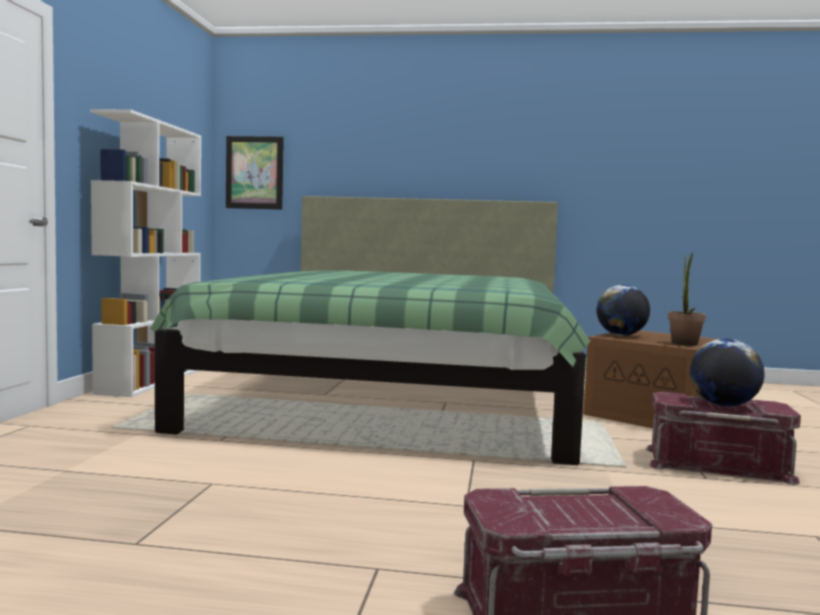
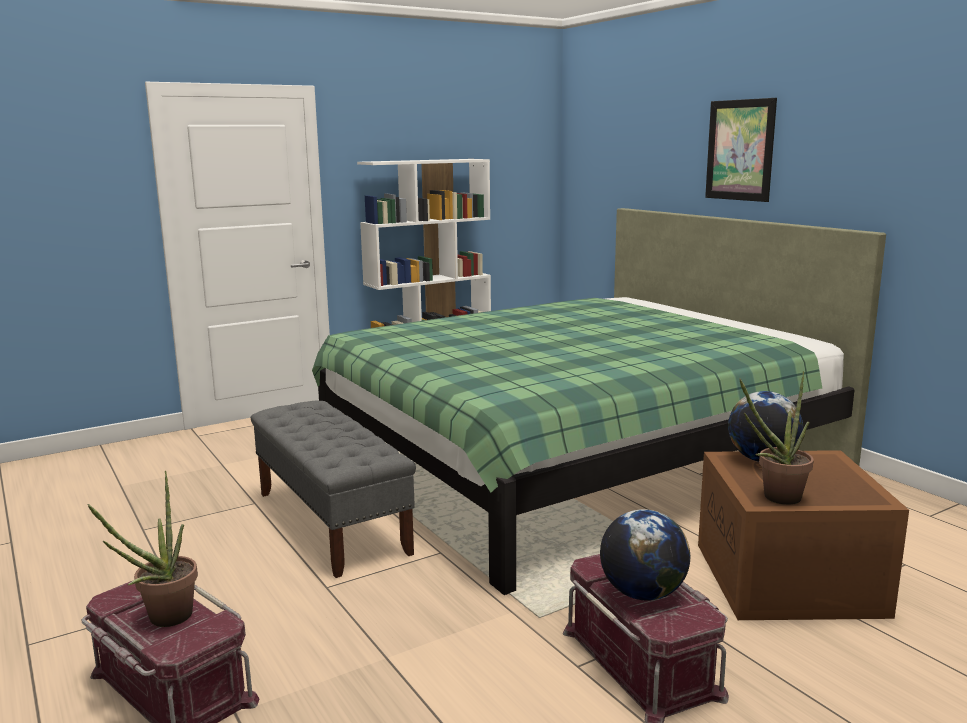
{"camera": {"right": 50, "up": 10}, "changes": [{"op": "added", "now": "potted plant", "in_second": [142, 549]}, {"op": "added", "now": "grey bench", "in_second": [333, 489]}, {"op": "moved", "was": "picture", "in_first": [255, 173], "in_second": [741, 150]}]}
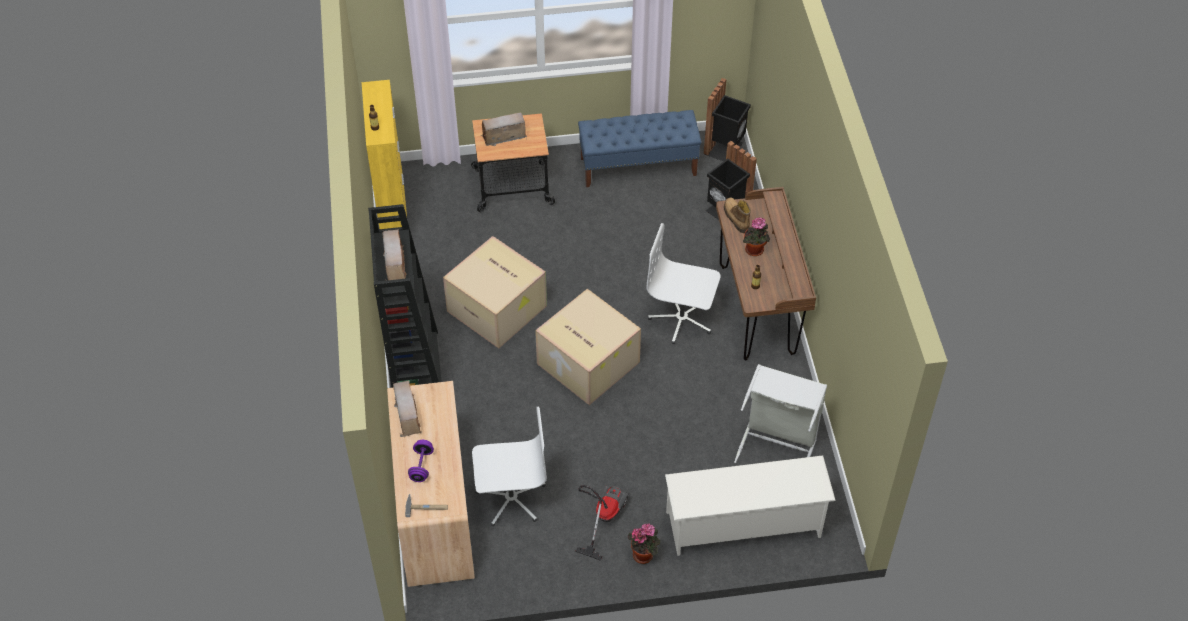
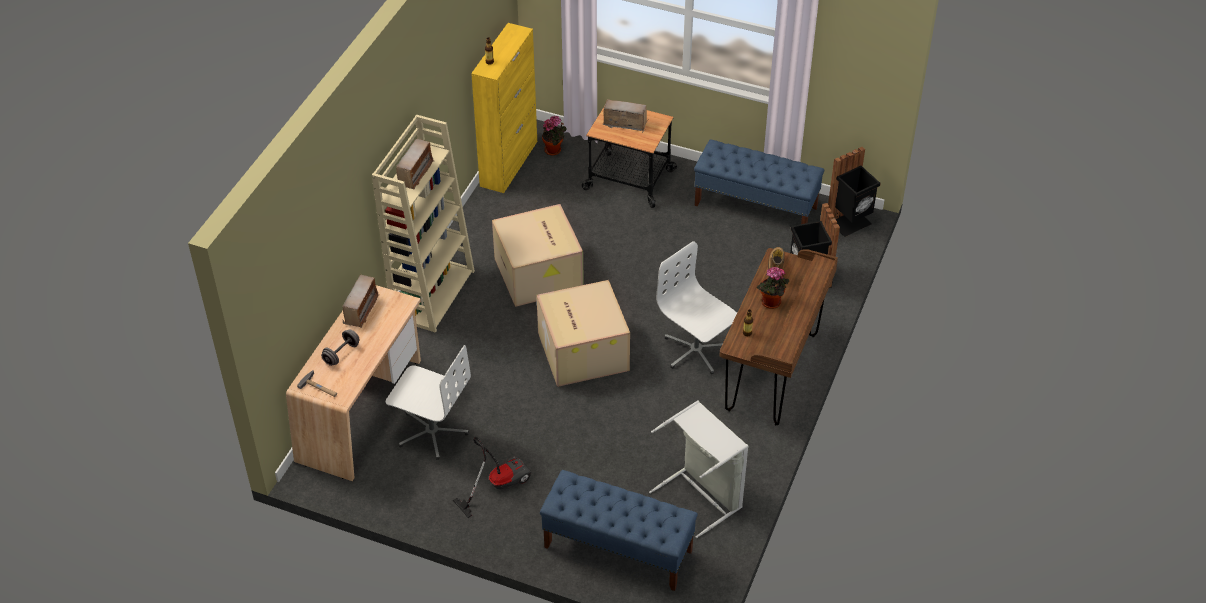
{"camera": {"right": 30, "up": -5}, "changes": [{"op": "moved", "was": "potted plant", "in_first": [644, 543], "in_second": [554, 136]}, {"op": "replaced", "was": "white shoe rack", "now": "blue bench", "in_first": [750, 505], "in_second": [619, 530]}, {"op": "recoloured", "was": "black bookcase", "now": "beige bookcase", "in_first": [405, 296], "in_second": [423, 223]}, {"op": "recoloured", "was": "purple dumbbell", "now": "grey dumbbell", "in_first": [421, 461], "in_second": [340, 347]}]}
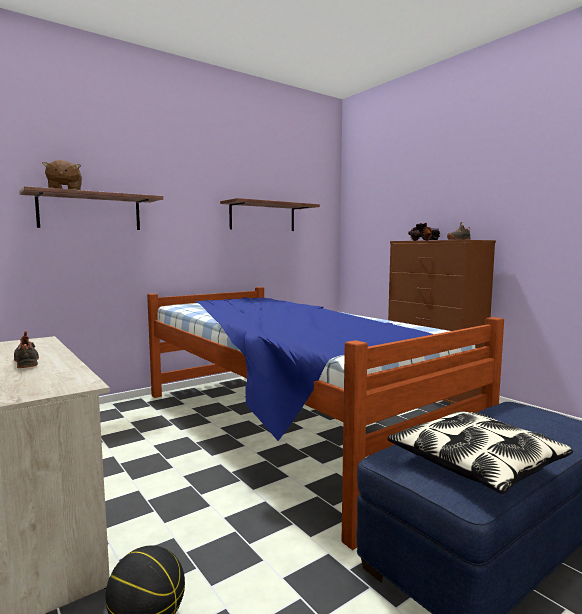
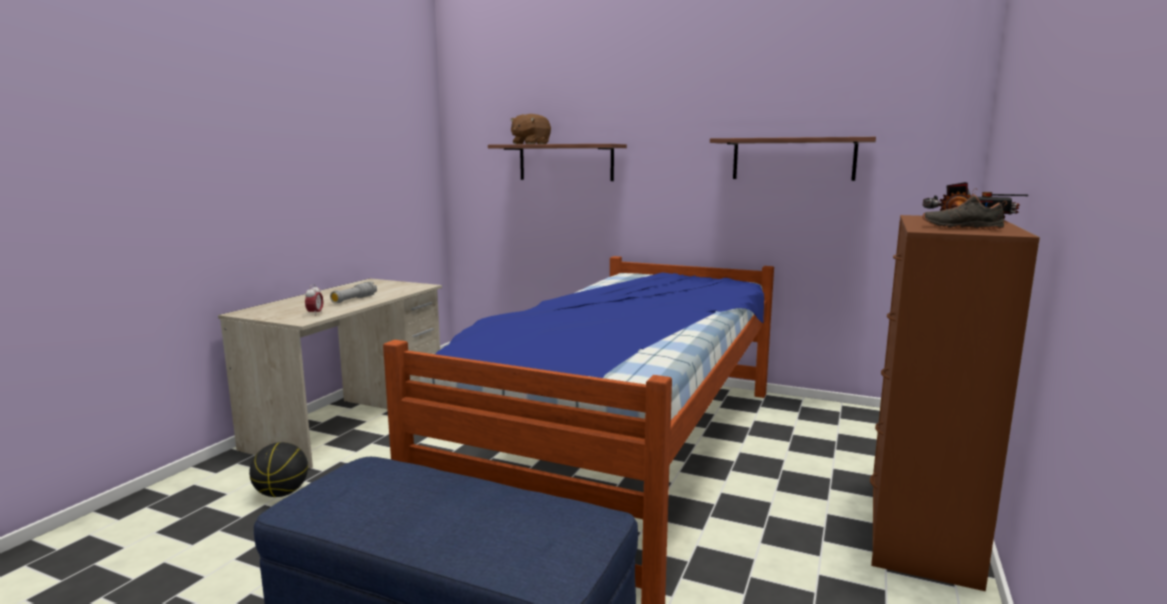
{"camera": {"right": 60, "up": 5}, "changes": [{"op": "removed", "was": "pillow", "in_first": [480, 452]}, {"op": "added", "now": "alarm clock", "in_second": [314, 300]}, {"op": "replaced", "was": "black shoe", "now": "grey flashlight", "in_first": [26, 349], "in_second": [353, 292]}]}
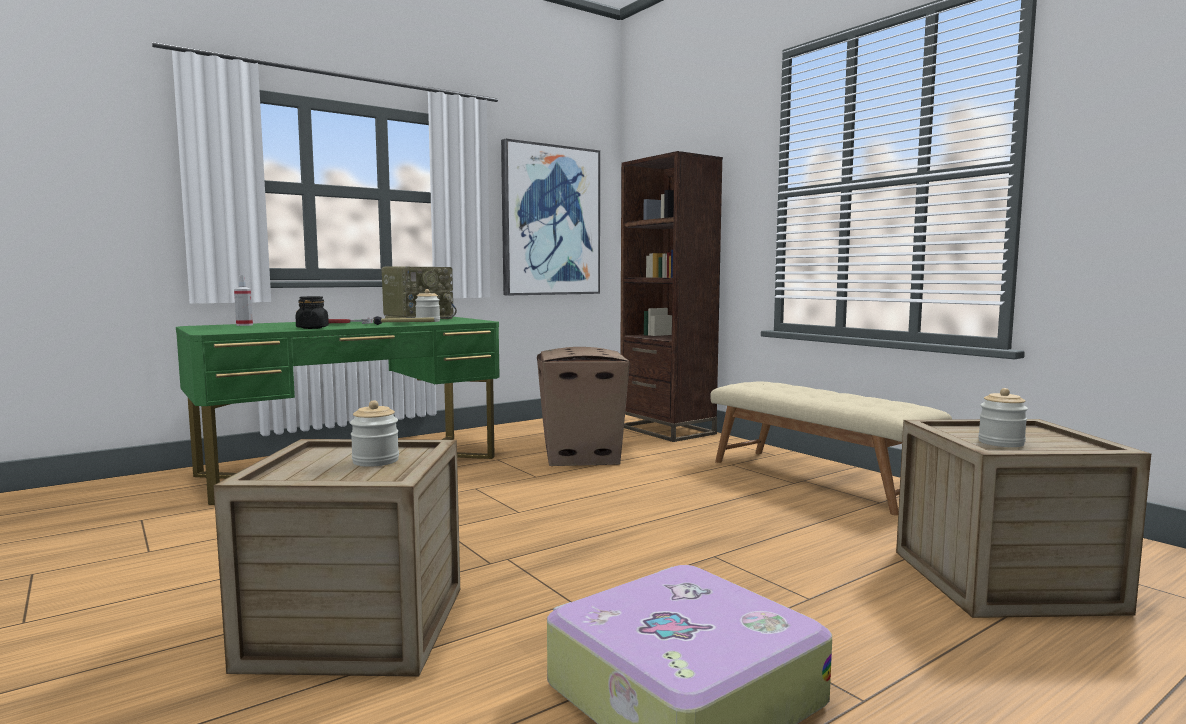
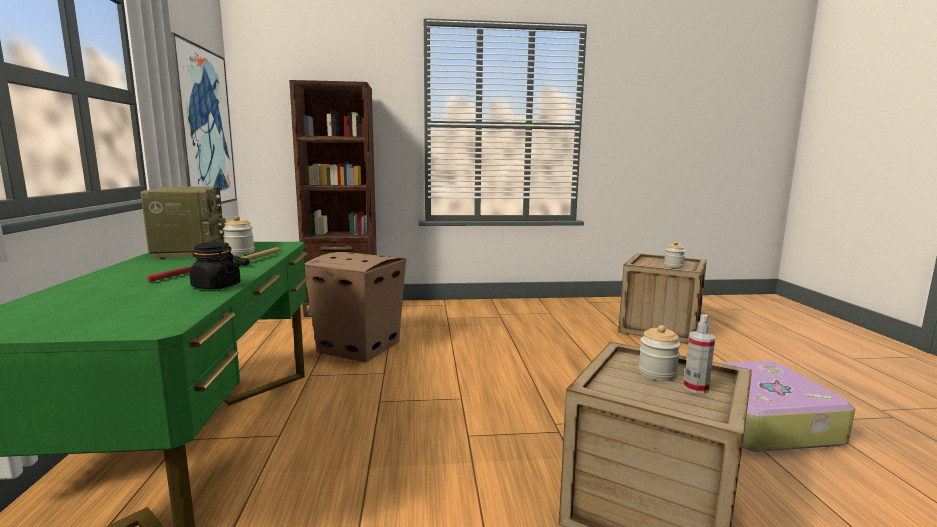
{"camera": {"right": -60, "up": 5}, "changes": [{"op": "removed", "was": "beige bench", "in_first": [831, 448]}, {"op": "moved", "was": "spray bottle", "in_first": [243, 300], "in_second": [699, 354]}]}
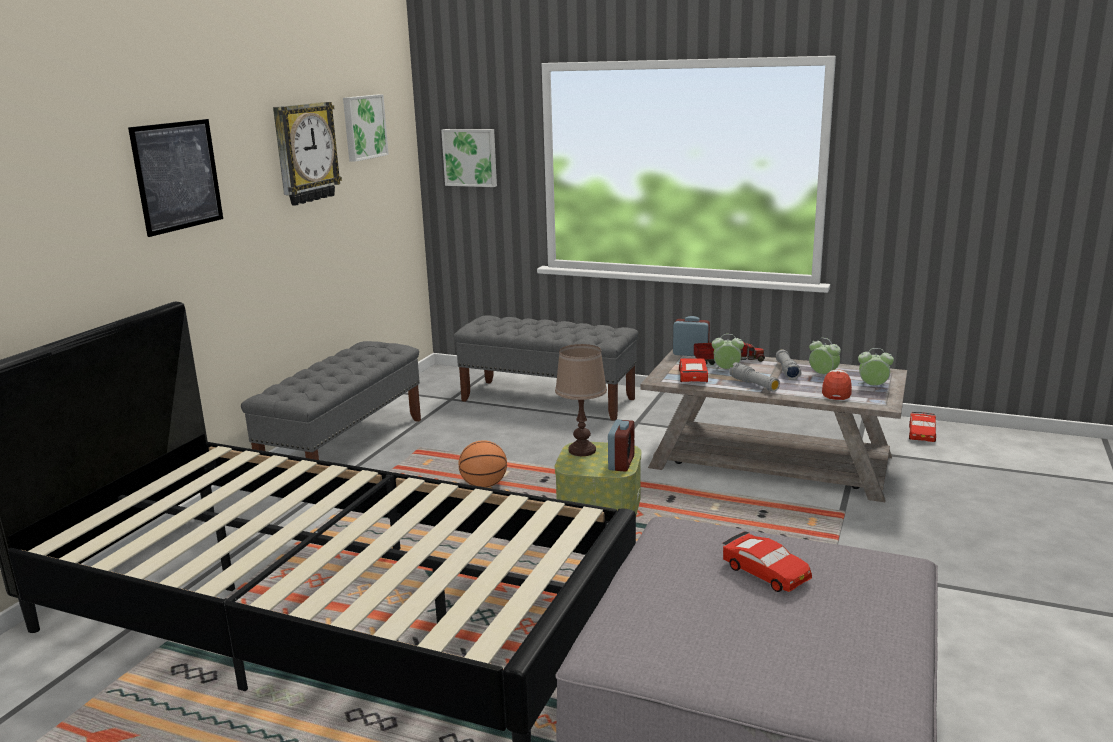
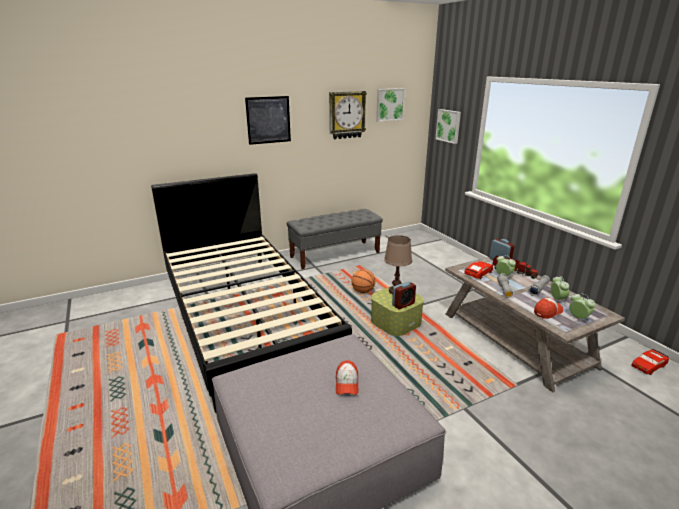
{"camera": {"right": 40, "up": 5}, "changes": [{"op": "removed", "was": "grey bench", "in_first": [546, 368]}, {"op": "replaced", "was": "red toy car", "now": "cap", "in_first": [767, 561], "in_second": [347, 377]}]}
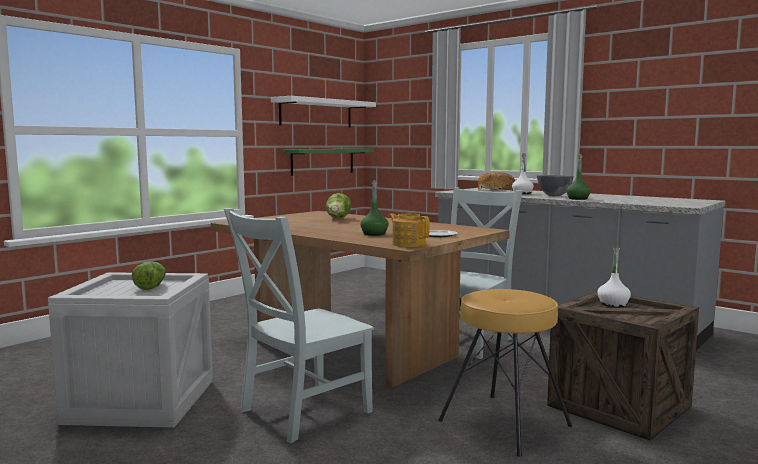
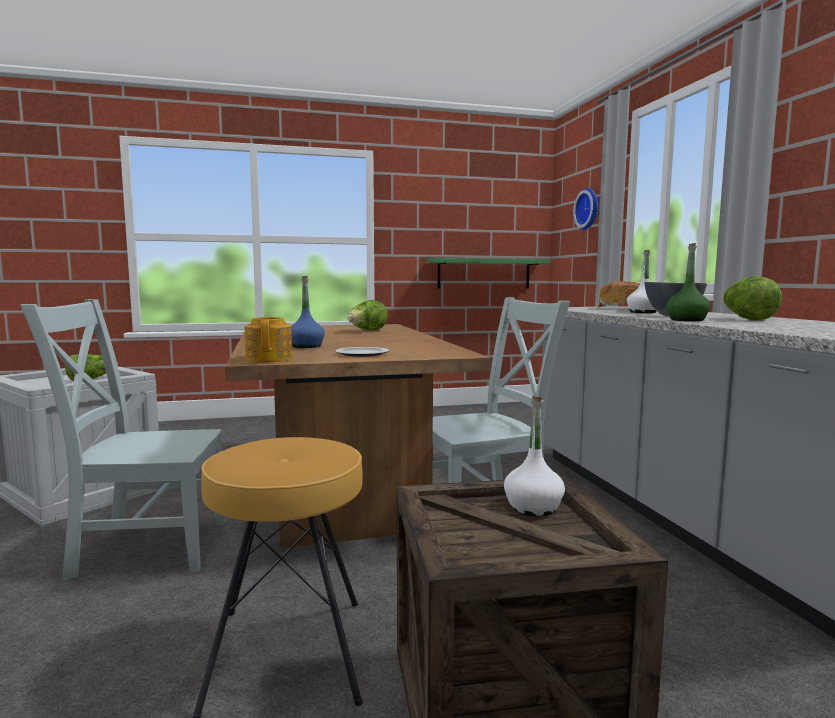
{"camera": {"right": 35, "up": 0}, "changes": [{"op": "removed", "was": "white shelf", "in_first": [323, 112]}, {"op": "added", "now": "wall clock", "in_second": [585, 209]}, {"op": "added", "now": "lettuce", "in_second": [752, 298]}, {"op": "recoloured", "was": "green bottle", "now": "blue bottle", "in_first": [374, 208], "in_second": [308, 312]}]}
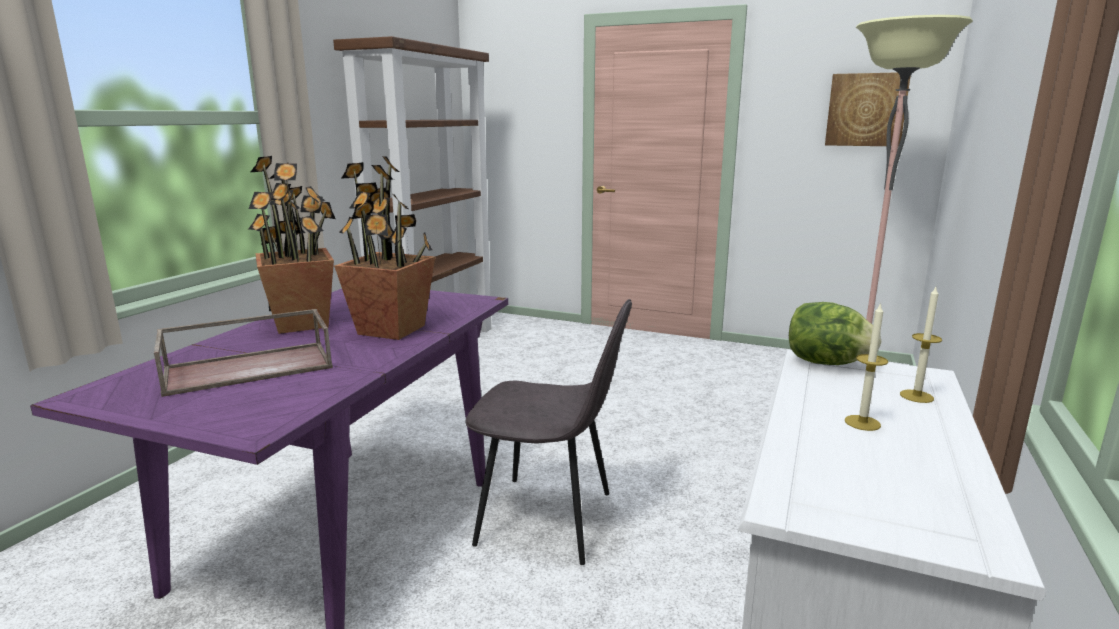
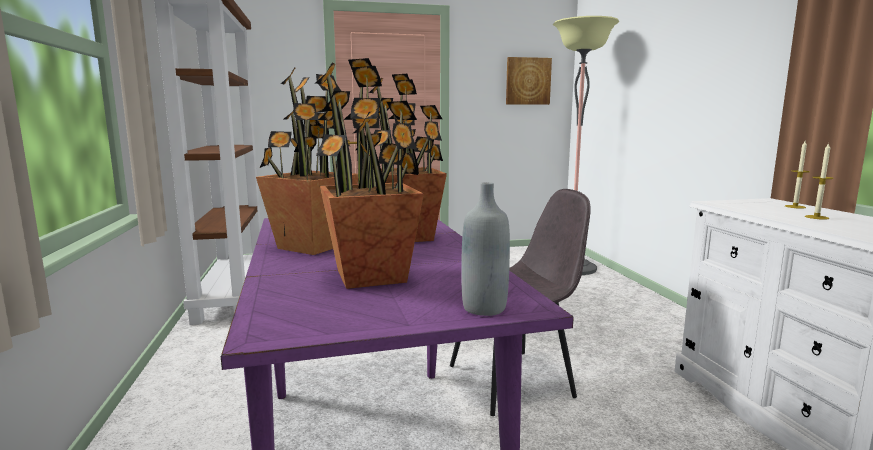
{"camera": {"right": -35, "up": -5}, "changes": [{"op": "removed", "was": "lettuce", "in_first": [835, 333]}, {"op": "added", "now": "grey bottle", "in_second": [485, 249]}, {"op": "replaced", "was": "brown tray", "now": "potted plant", "in_first": [243, 353], "in_second": [369, 173]}]}
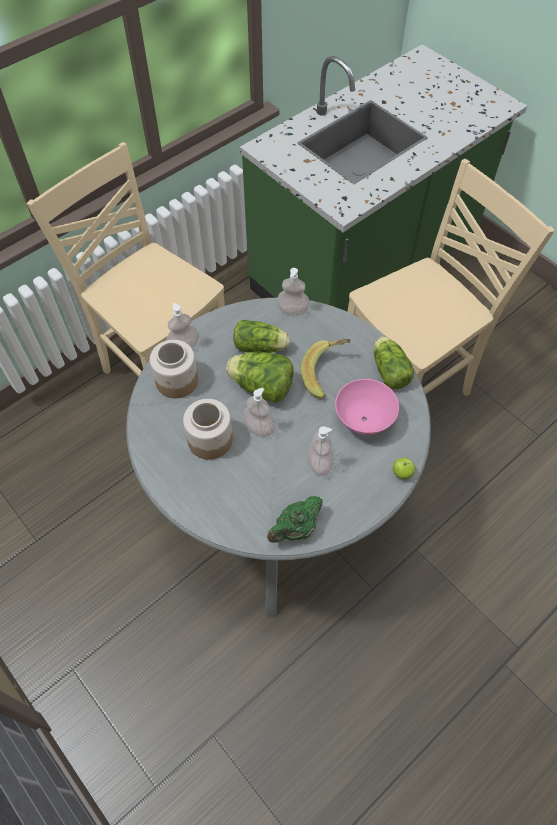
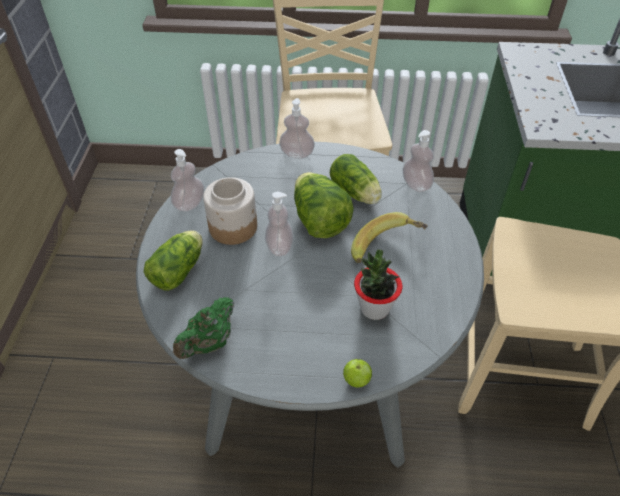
{"camera": {"right": 45, "up": -10}, "changes": [{"op": "removed", "was": "jar", "in_first": [174, 369]}, {"op": "moved", "was": "soap dispenser", "in_first": [320, 451], "in_second": [187, 180]}, {"op": "moved", "was": "lettuce", "in_first": [394, 363], "in_second": [173, 260]}, {"op": "replaced", "was": "pink bowl", "now": "potted plant", "in_first": [367, 407], "in_second": [378, 284]}, {"op": "turned", "was": "green teapot", "in_first": [295, 519], "in_second": [203, 328], "clockwise": -60}]}
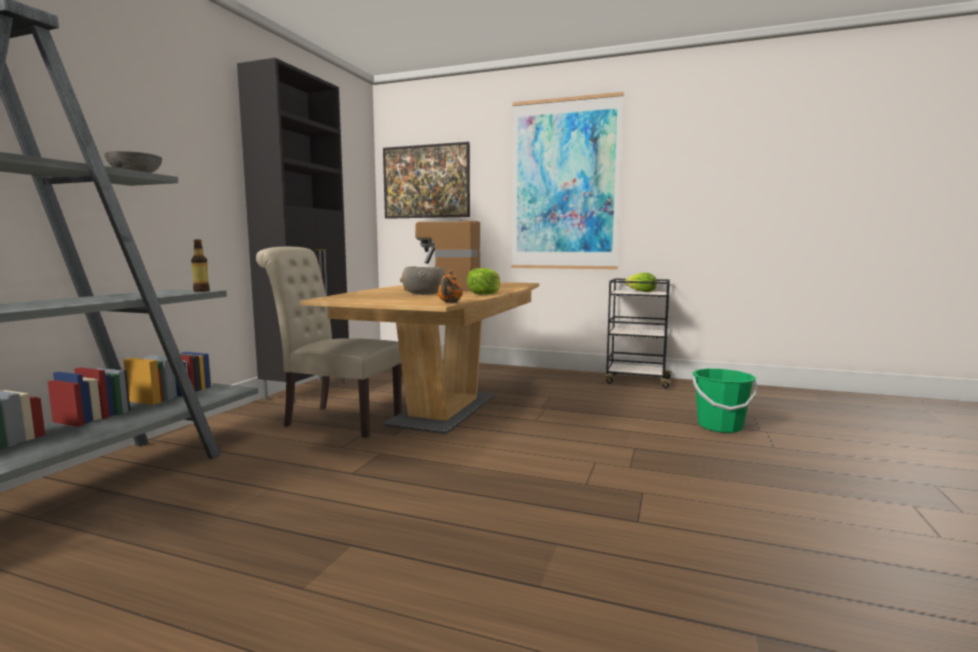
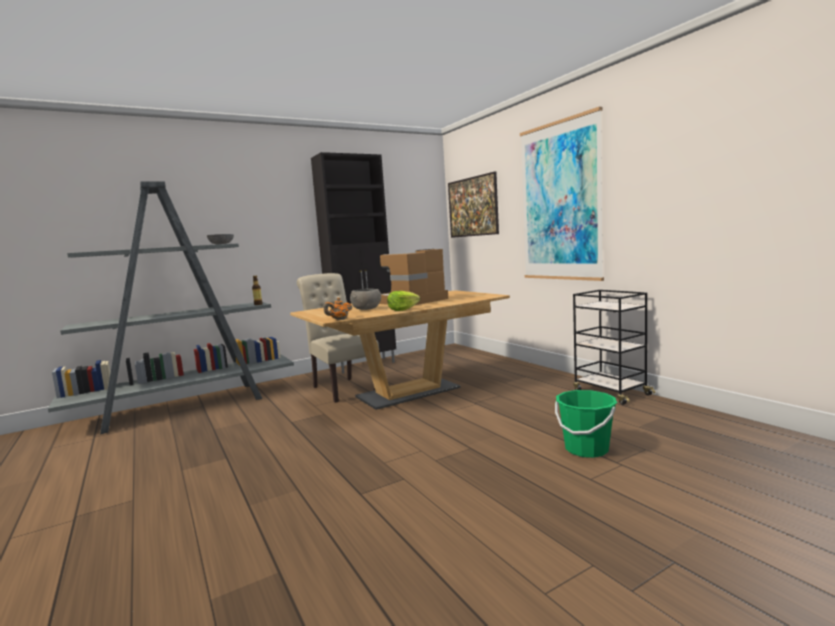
{"camera": {"right": 40, "up": 0}, "changes": [{"op": "removed", "was": "lettuce", "in_first": [641, 282]}]}
